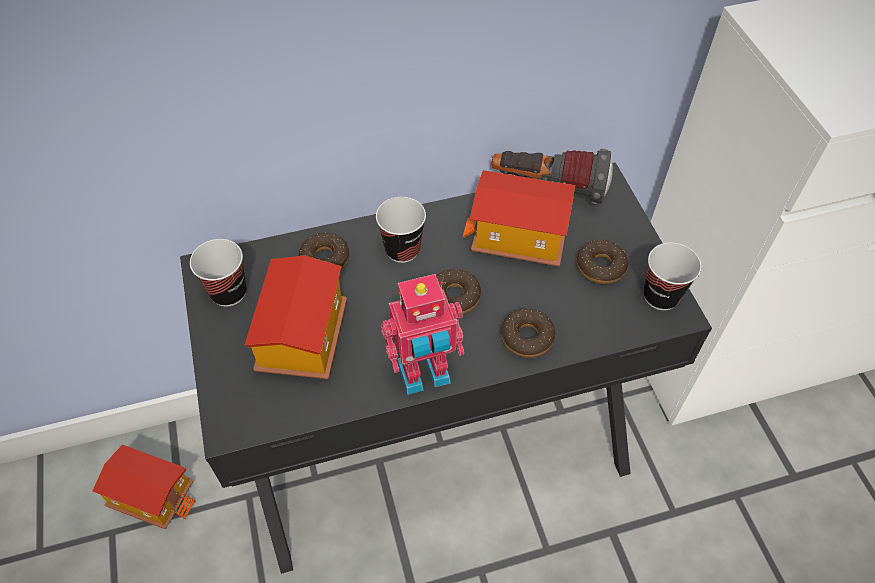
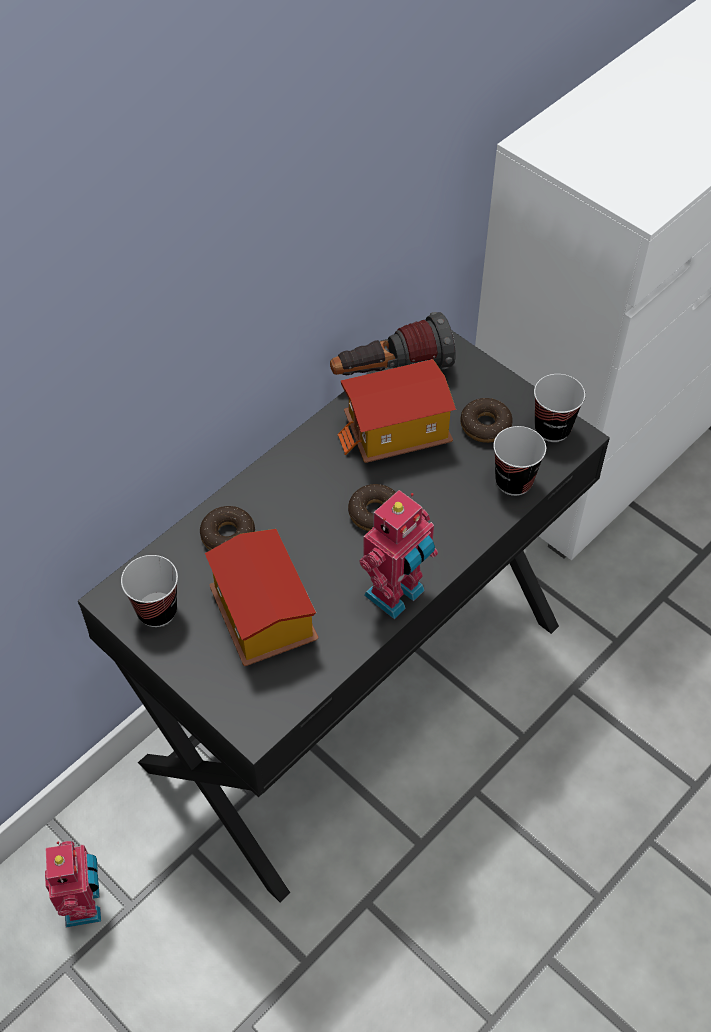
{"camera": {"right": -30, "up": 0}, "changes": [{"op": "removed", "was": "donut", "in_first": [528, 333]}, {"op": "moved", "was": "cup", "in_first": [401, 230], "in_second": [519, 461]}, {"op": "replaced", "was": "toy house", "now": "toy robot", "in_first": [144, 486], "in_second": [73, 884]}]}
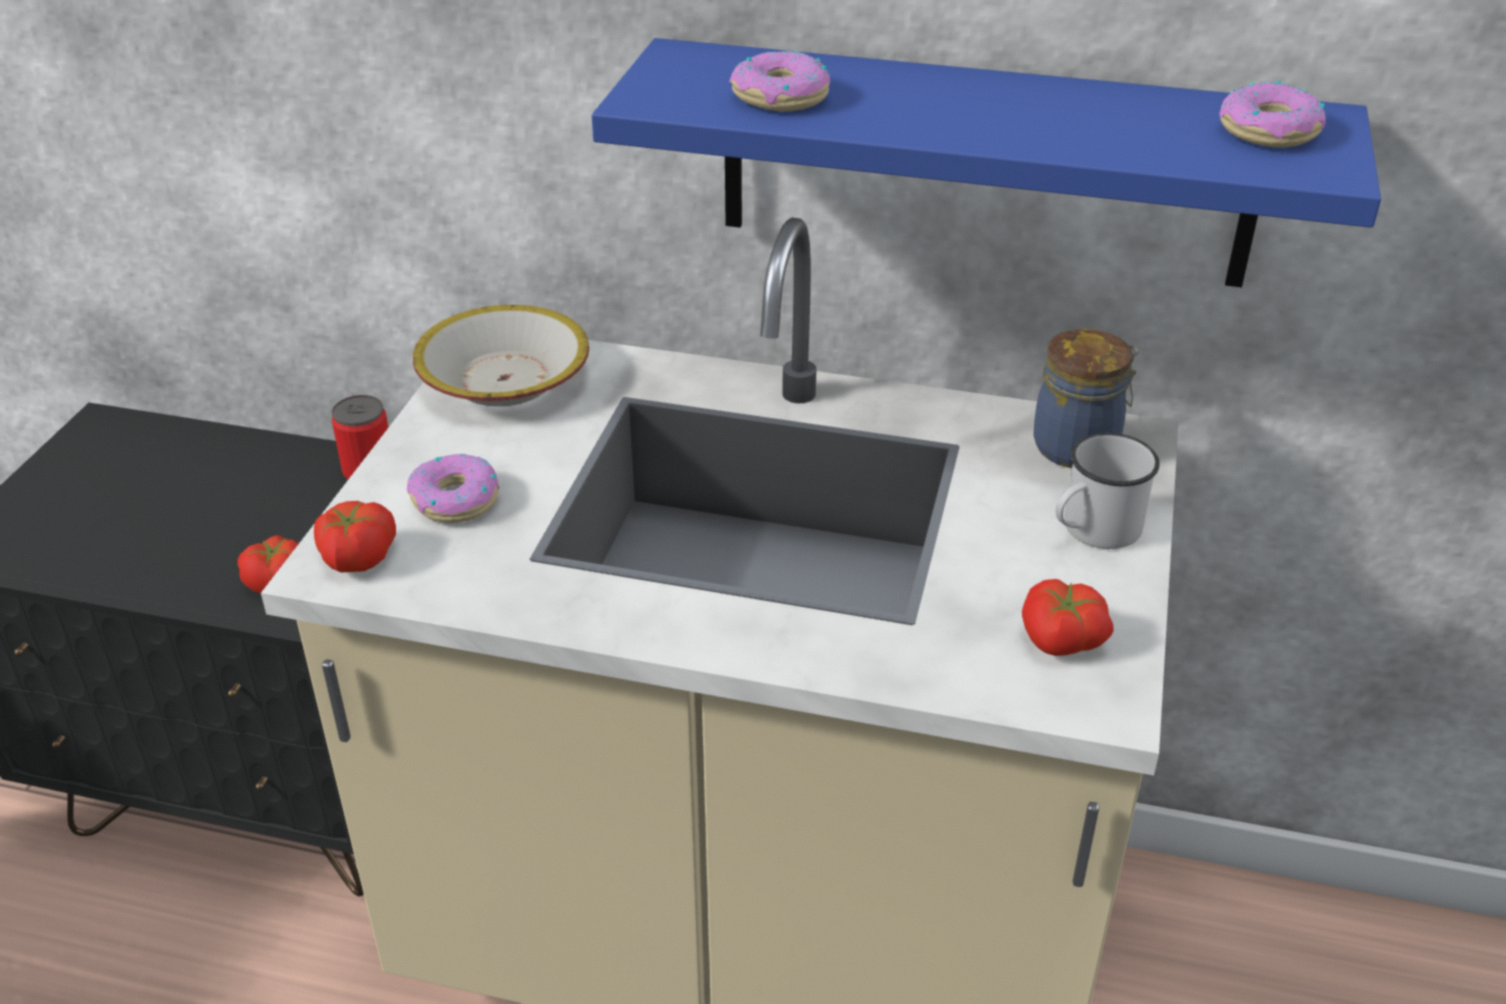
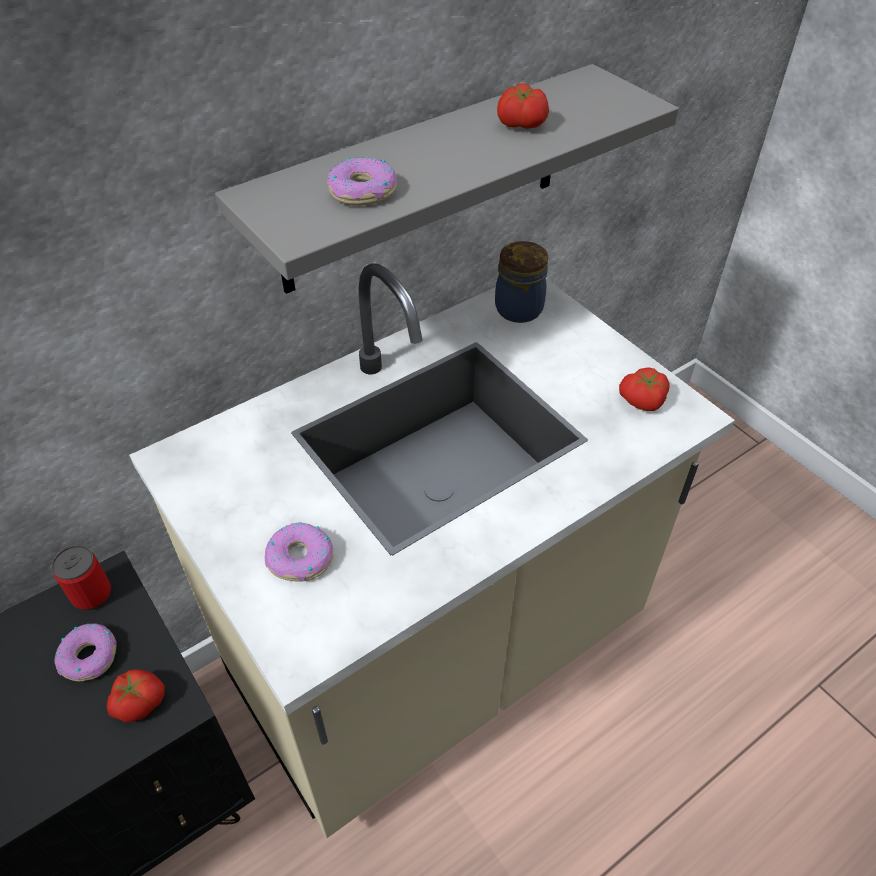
{"camera": {"right": -50, "up": 10}, "changes": [{"op": "removed", "was": "bowl", "in_first": [501, 355]}, {"op": "removed", "was": "white mug", "in_first": [1108, 491]}, {"op": "moved", "was": "tomato", "in_first": [355, 536], "in_second": [523, 106]}, {"op": "moved", "was": "donut", "in_first": [1273, 114], "in_second": [85, 652]}, {"op": "recoloured", "was": "blue shelf", "now": "grey shelf", "in_first": [986, 162], "in_second": [447, 179]}]}
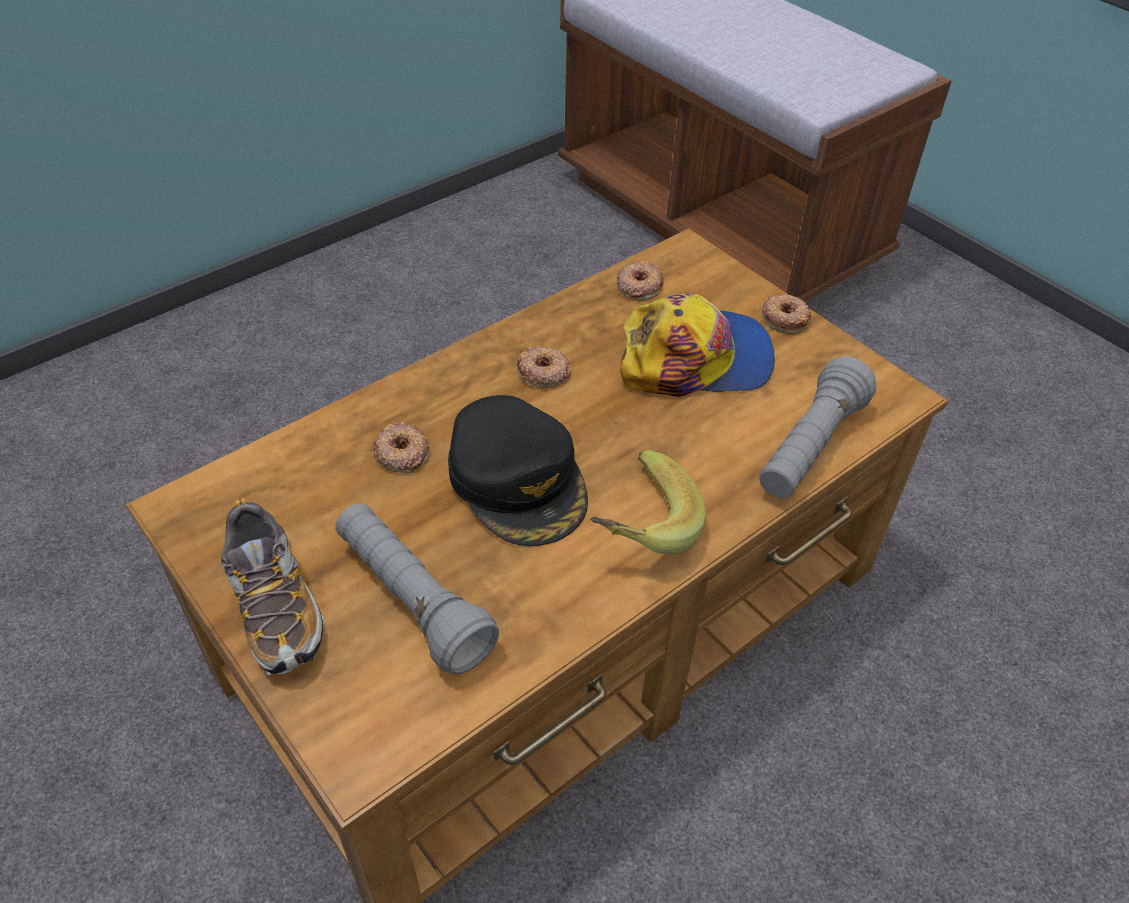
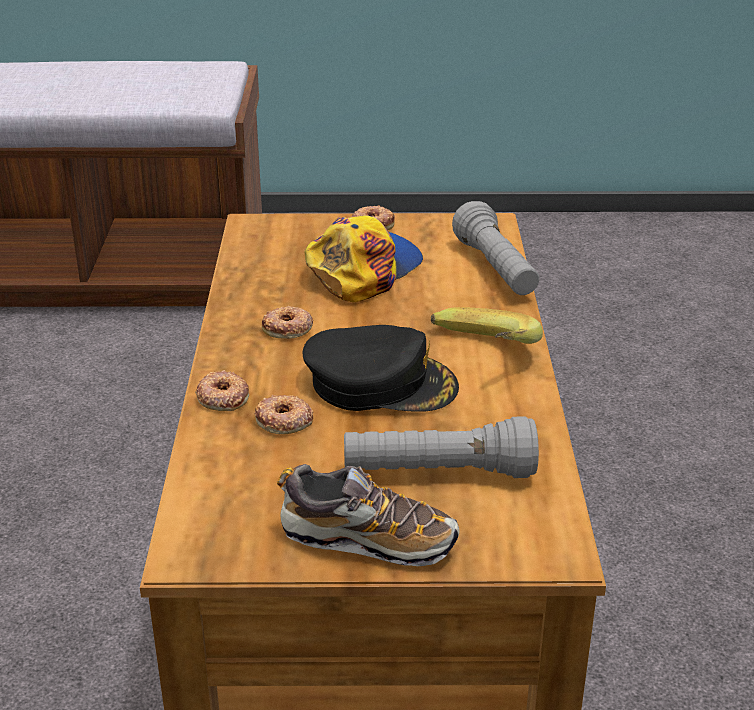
{"camera": {"right": -50, "up": -15}, "changes": [{"op": "moved", "was": "donut", "in_first": [640, 281], "in_second": [222, 390]}]}
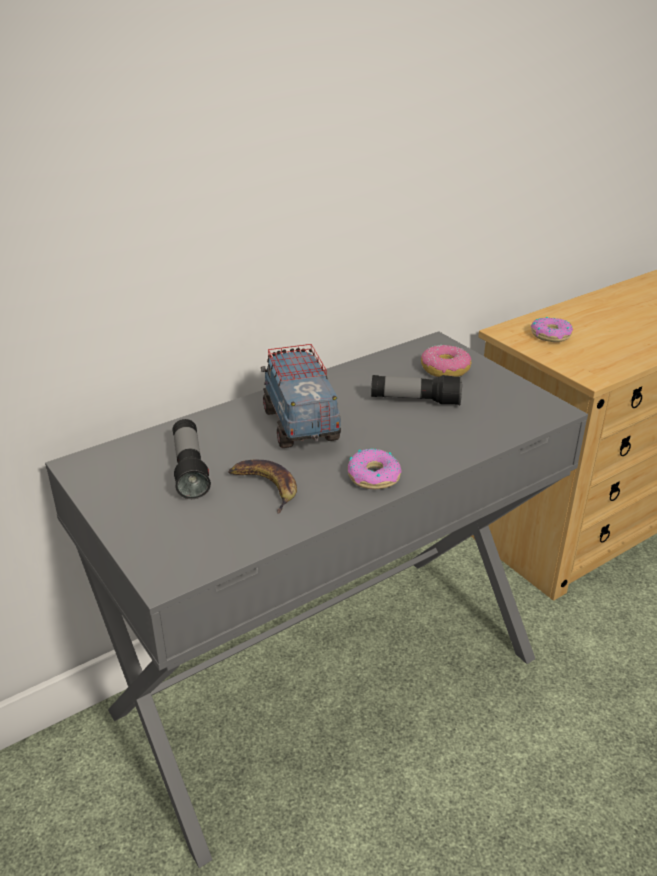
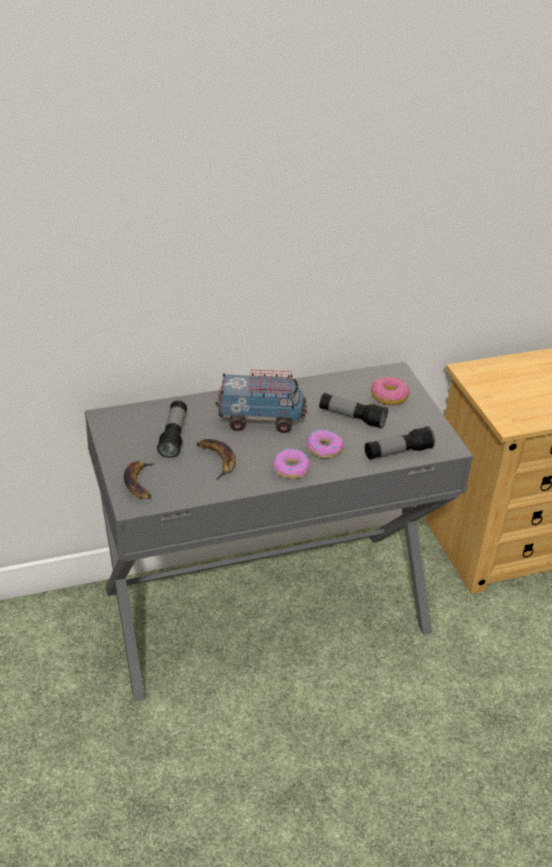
{"camera": {"right": 15, "up": 5}, "changes": [{"op": "added", "now": "banana", "in_second": [139, 480]}, {"op": "added", "now": "flashlight", "in_second": [400, 443]}, {"op": "moved", "was": "donut", "in_first": [552, 329], "in_second": [325, 444]}, {"op": "turned", "was": "toy truck", "in_first": [301, 396], "in_second": [261, 401], "clockwise": 90}]}
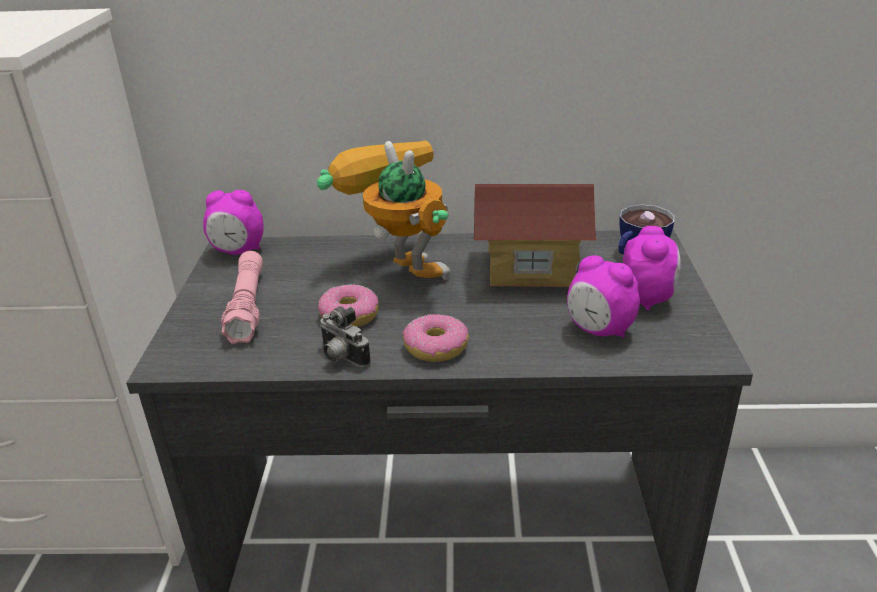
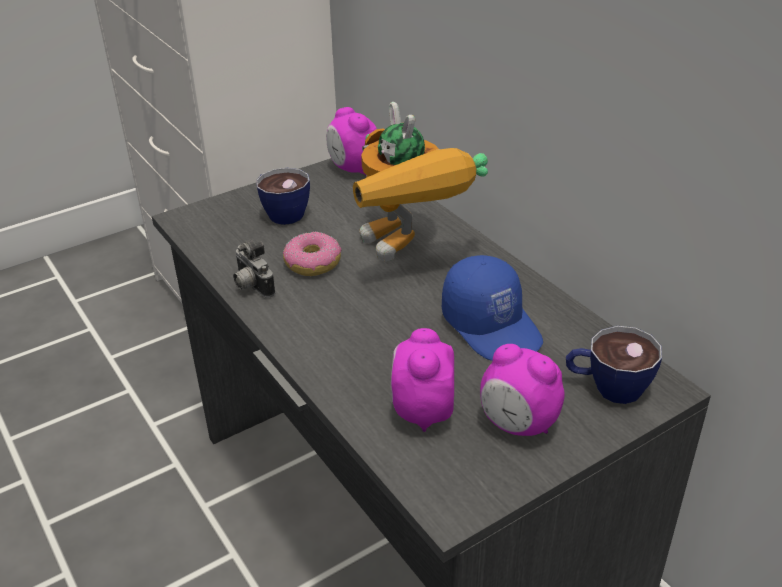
{"camera": {"right": 55, "up": 5}, "changes": [{"op": "removed", "was": "donut", "in_first": [435, 338]}, {"op": "replaced", "was": "pink flashlight", "now": "cup", "in_first": [242, 297], "in_second": [283, 196]}, {"op": "replaced", "was": "toy house", "now": "blue cap", "in_first": [535, 235], "in_second": [492, 308]}, {"op": "turned", "was": "toy robot", "in_first": [384, 210], "in_second": [420, 181], "clockwise": 135}, {"op": "turned", "was": "photo camera", "in_first": [345, 336], "in_second": [254, 269], "clockwise": -45}, {"op": "turned", "was": "alarm clock", "in_first": [652, 268], "in_second": [522, 390], "clockwise": 60}]}
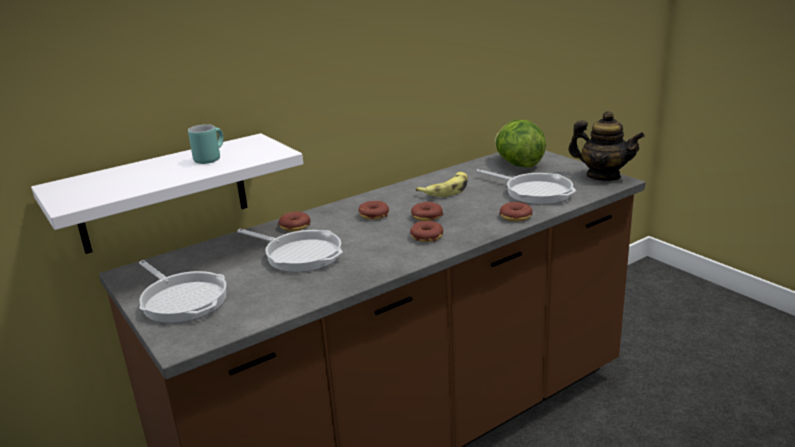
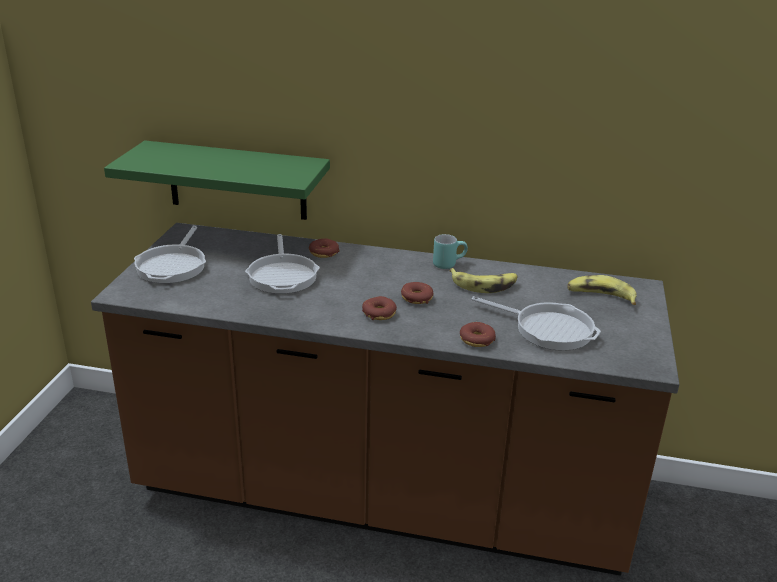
{"camera": {"right": 45, "up": 5}, "changes": [{"op": "removed", "was": "donut", "in_first": [373, 210]}, {"op": "removed", "was": "teapot", "in_first": [606, 146]}, {"op": "moved", "was": "turquoise mug", "in_first": [206, 144], "in_second": [450, 251]}, {"op": "replaced", "was": "lettuce", "now": "banana", "in_first": [520, 143], "in_second": [602, 290]}, {"op": "recoloured", "was": "white shelf", "now": "green shelf", "in_first": [167, 193], "in_second": [217, 180]}, {"op": "turned", "was": "frying pan", "in_first": [526, 186], "in_second": [536, 323], "clockwise": -60}]}
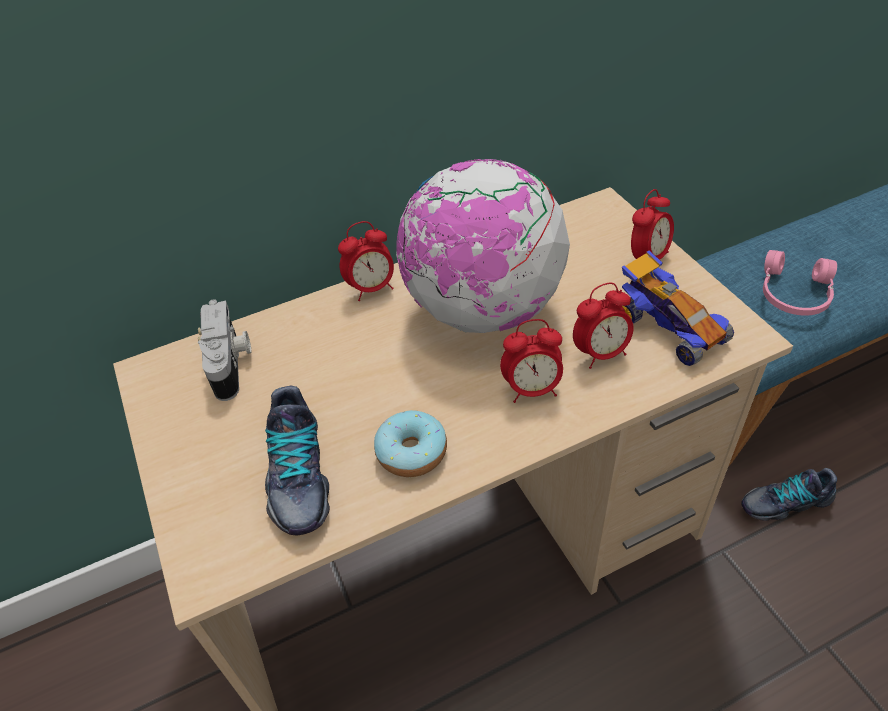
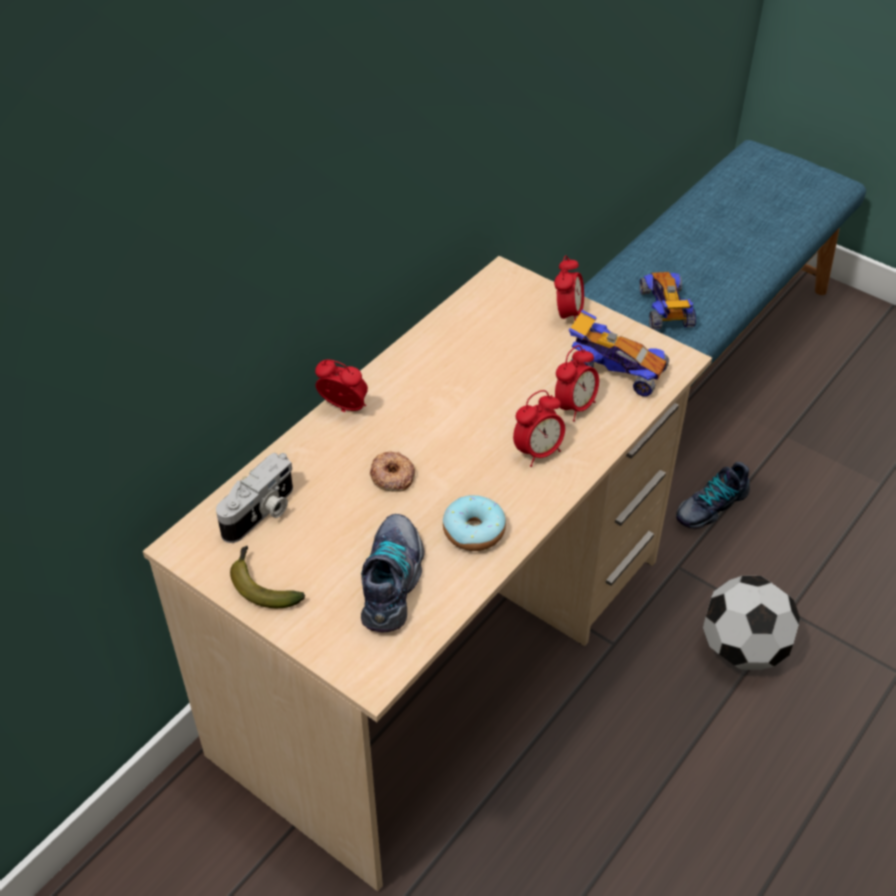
{"camera": {"right": -30, "up": 0}, "changes": [{"op": "removed", "was": "globe", "in_first": [483, 246]}, {"op": "added", "now": "banana", "in_second": [267, 577]}, {"op": "added", "now": "donut", "in_second": [392, 471]}, {"op": "added", "now": "football", "in_second": [751, 623]}, {"op": "replaced", "was": "pink headphones", "now": "toy car", "in_first": [800, 283], "in_second": [667, 301]}, {"op": "turned", "was": "photo camera", "in_first": [224, 350], "in_second": [254, 498], "clockwise": 75}, {"op": "turned", "was": "shoe", "in_first": [297, 461], "in_second": [393, 573], "clockwise": -135}, {"op": "turned", "was": "alarm clock", "in_first": [366, 261], "in_second": [341, 385], "clockwise": -105}]}
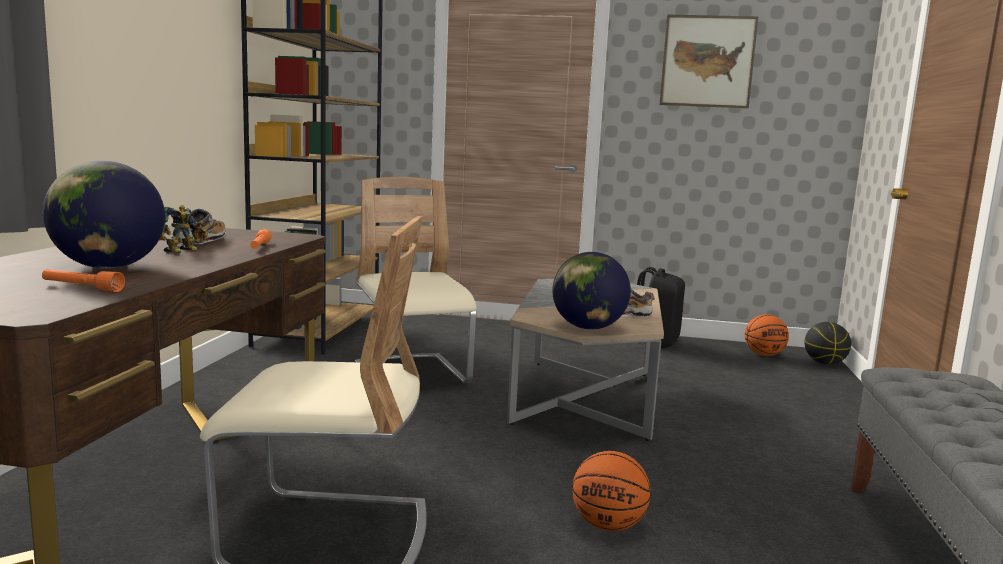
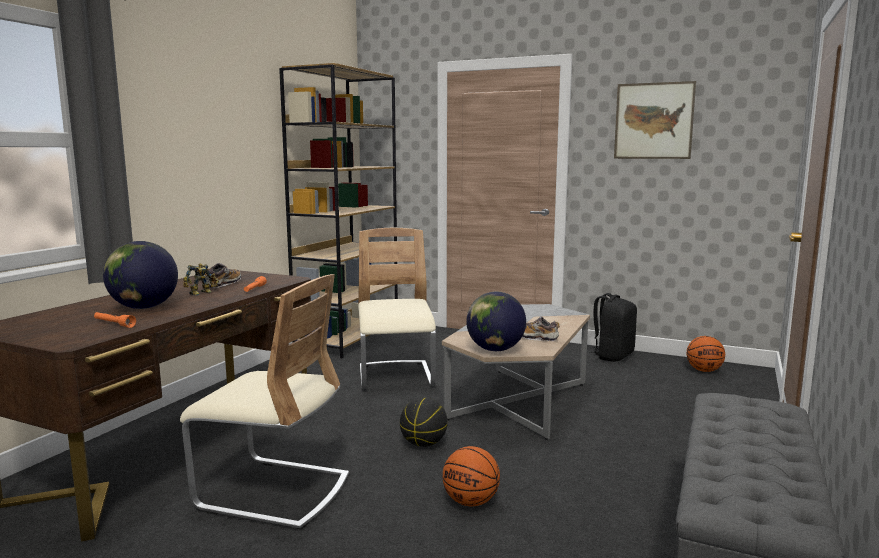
{"camera": {"right": 15, "up": 0}, "changes": [{"op": "moved", "was": "basketball", "in_first": [828, 343], "in_second": [424, 422]}]}
